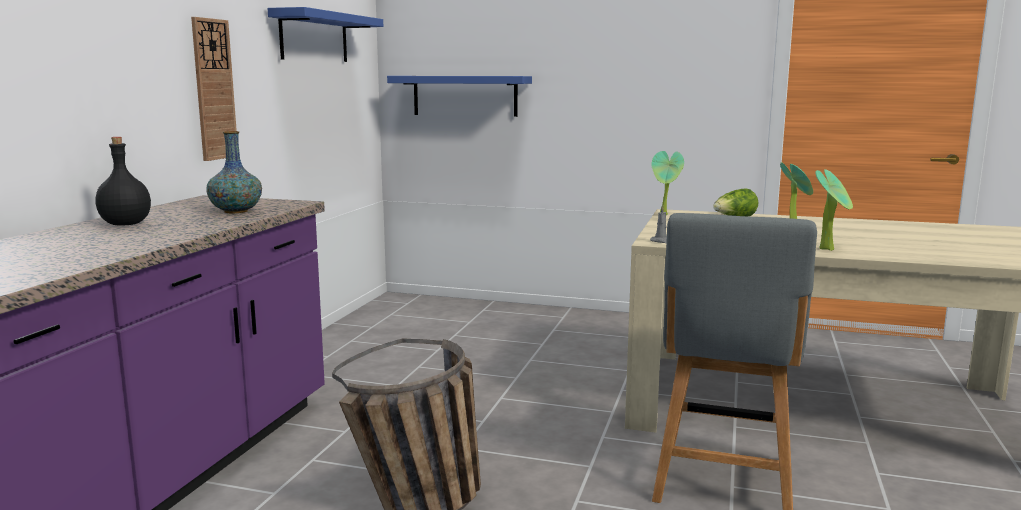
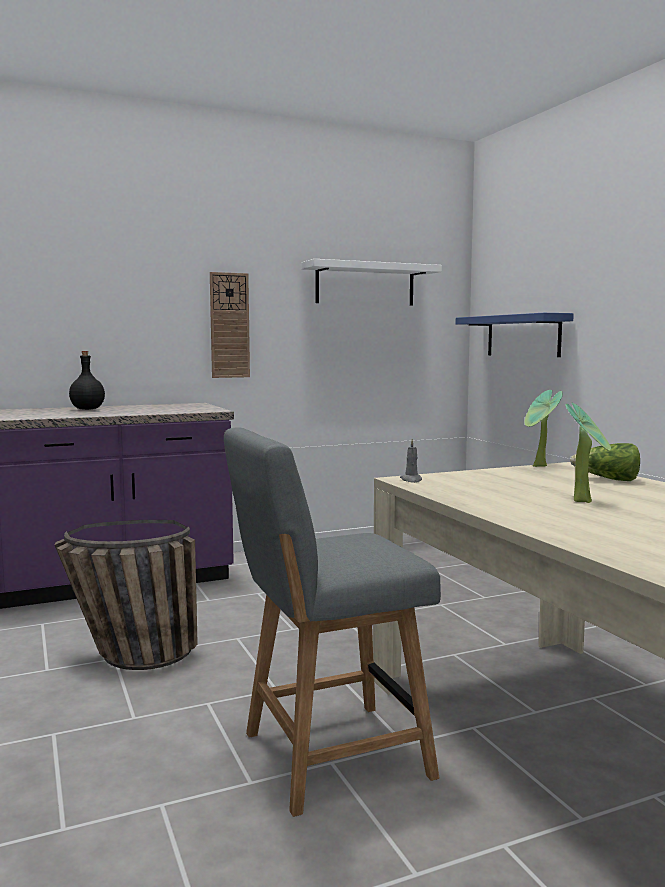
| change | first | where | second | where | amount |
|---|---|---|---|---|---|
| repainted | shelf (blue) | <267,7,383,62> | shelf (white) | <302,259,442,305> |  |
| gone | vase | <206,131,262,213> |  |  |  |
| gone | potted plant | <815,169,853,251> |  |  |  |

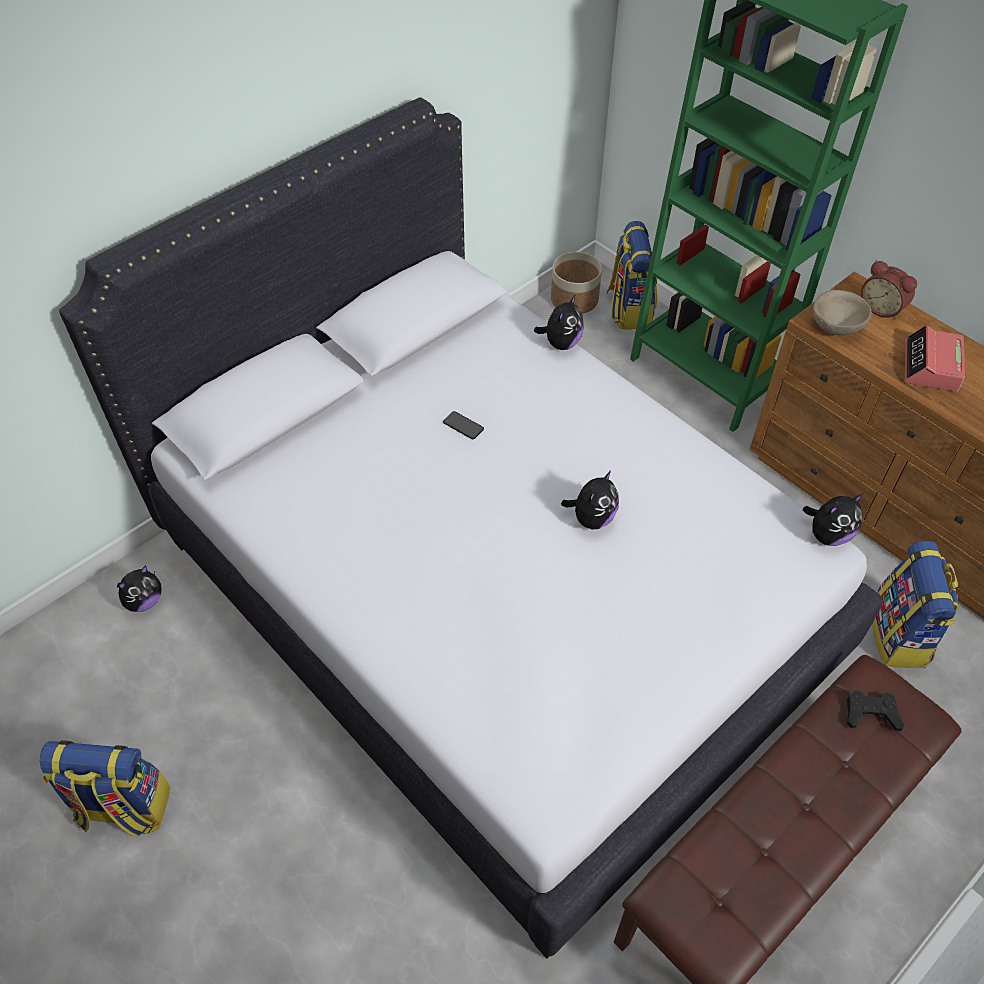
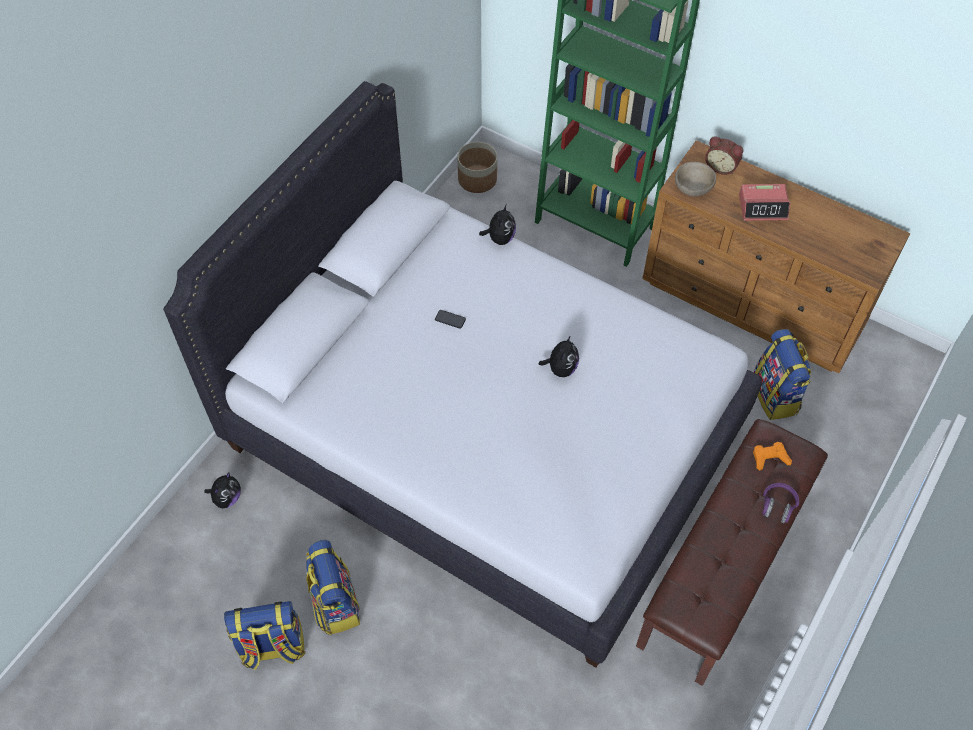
| change | first | where | second | where | amount |
|---|---|---|---|---|---|
| shifted | backpack | <606,221,657,329> |  | <306,540,360,635> |  |
| rotated | alarm clock | <905,325,965,392> |  | <739,184,790,221> | 90 degrees counterclockwise |
| gone | plush toy | <803,493,864,546> |  |  |  |
| repainted | game controller (black) | <847,690,904,732> | game controller (orange) | <753,442,792,471> |  |
| new |  |  | headphones (purple) | <763,483,799,523> |  |

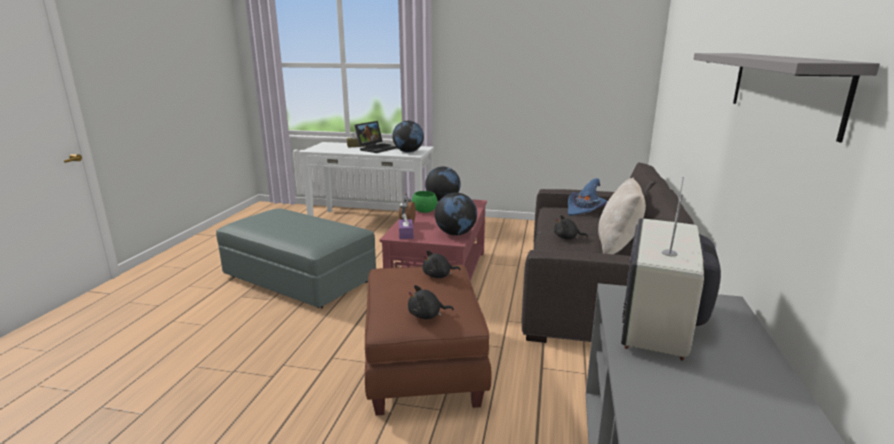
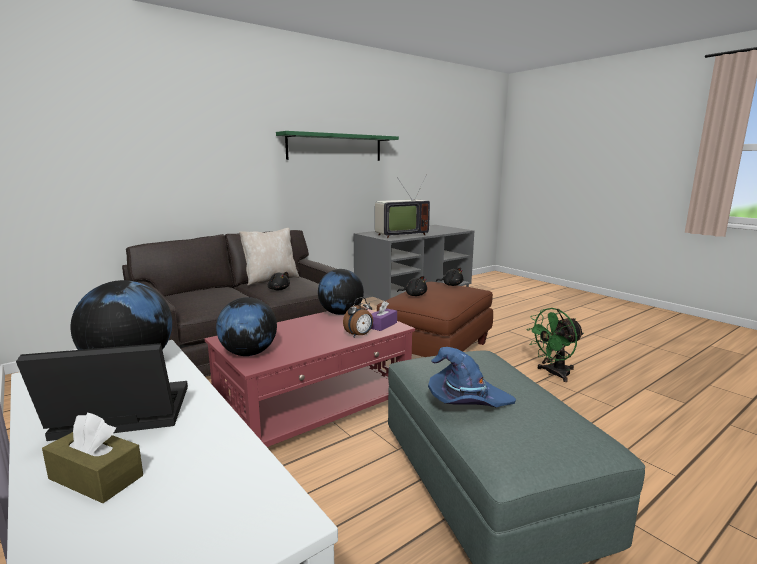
| change | first | where | second | where | amount |
|---|---|---|---|---|---|
| repainted | shelf (grey) | <693,53,880,142> | shelf (green) | <276,131,399,161> |  |
| shifted | hat (blue) | <568,178,608,216> |  | <428,347,516,408> |  |
| gone | bowl (green) | <412,191,438,213> |  |  |  |
| new |  |  | fan (green) | <526,308,584,382> |  |

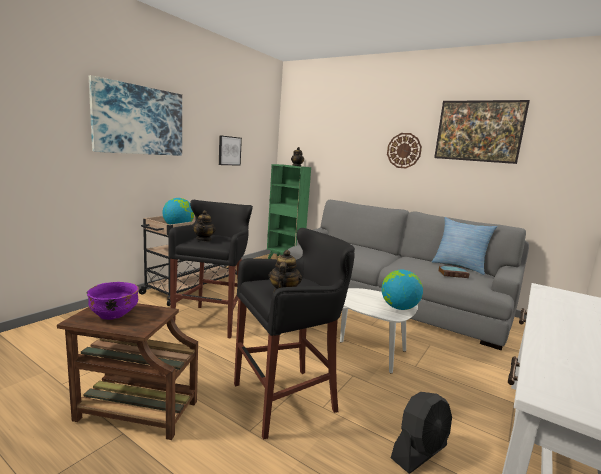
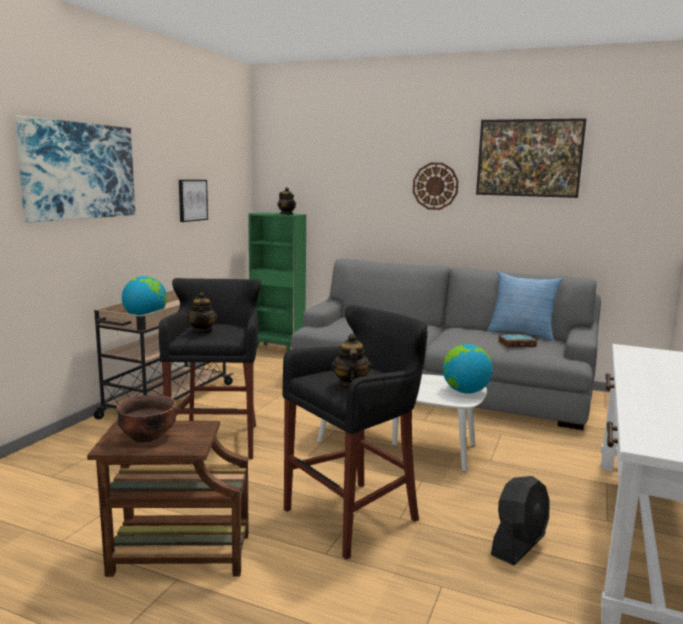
| change | first | where | second | where | amount |
|---|---|---|---|---|---|
| repainted | bowl (purple) | <87,282,139,320> | bowl (brown) | <116,395,176,442> |  |

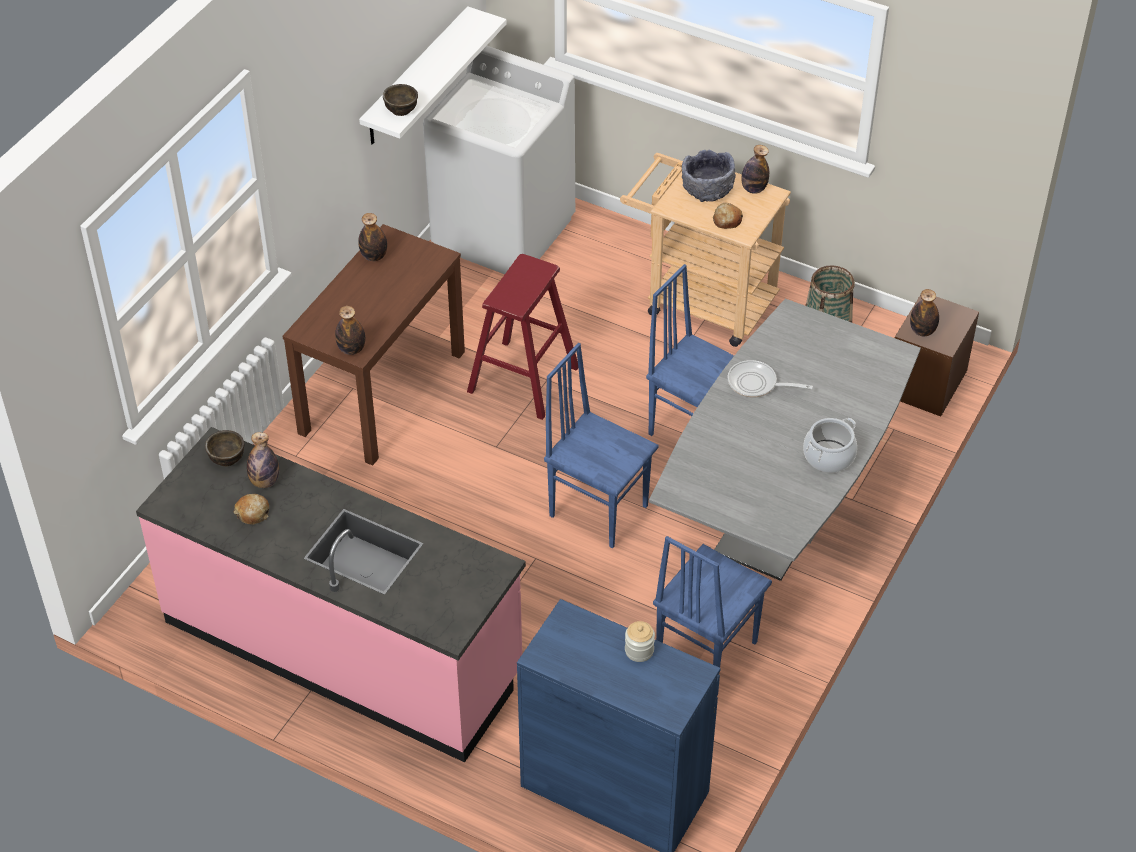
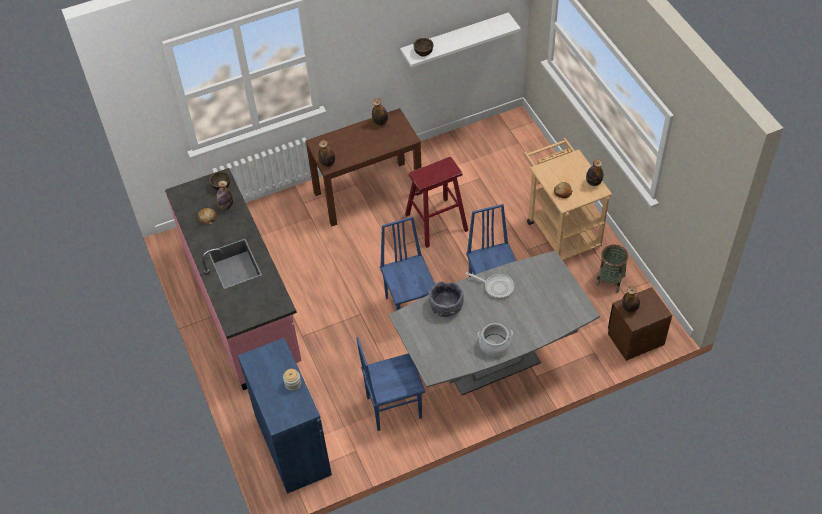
| change | first | where | second | where | amount |
|---|---|---|---|---|---|
| gone | washing machine (white) | <423,46,575,274> |  |  |  |
| shifted | bowl (grey) | <682,150,736,202> |  | <429,281,464,317> |  |
| rotated | frying pan | <728,360,813,397> |  | <465,272,514,298> | 150 degrees clockwise |

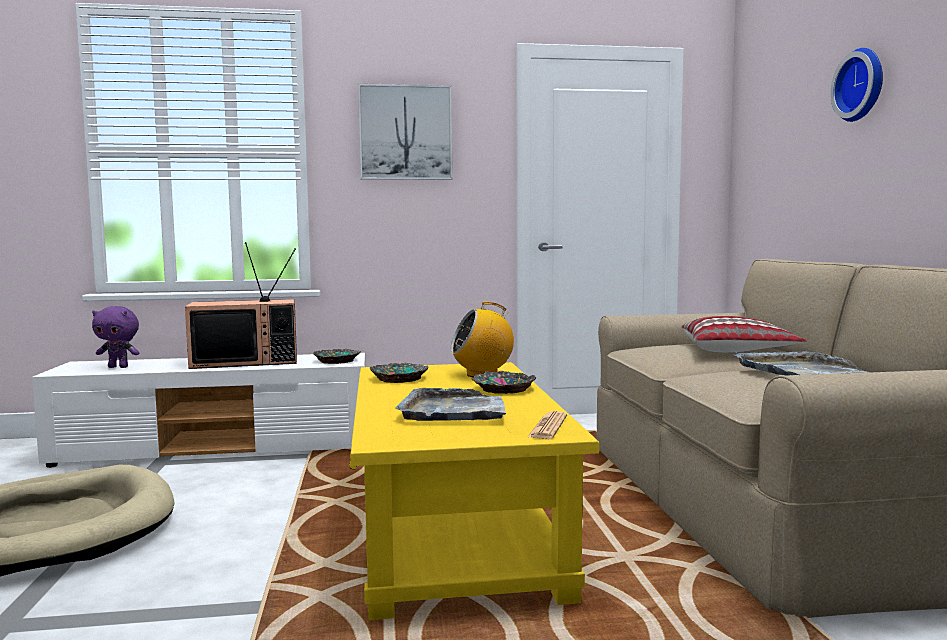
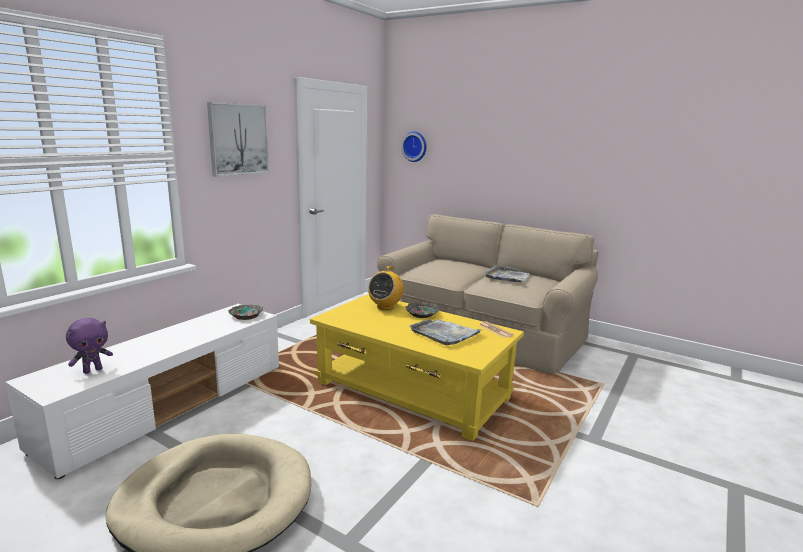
| change | first | where | second | where | amount |
|---|---|---|---|---|---|
| shifted | wall clock | <830,48,883,122> |  | <401,131,427,162> |  |
| gone | television | <185,242,297,369> |  |  |  |
| gone | pillow | <681,316,807,352> |  |  |  |
| gone | bowl | <370,363,428,383> |  |  |  |

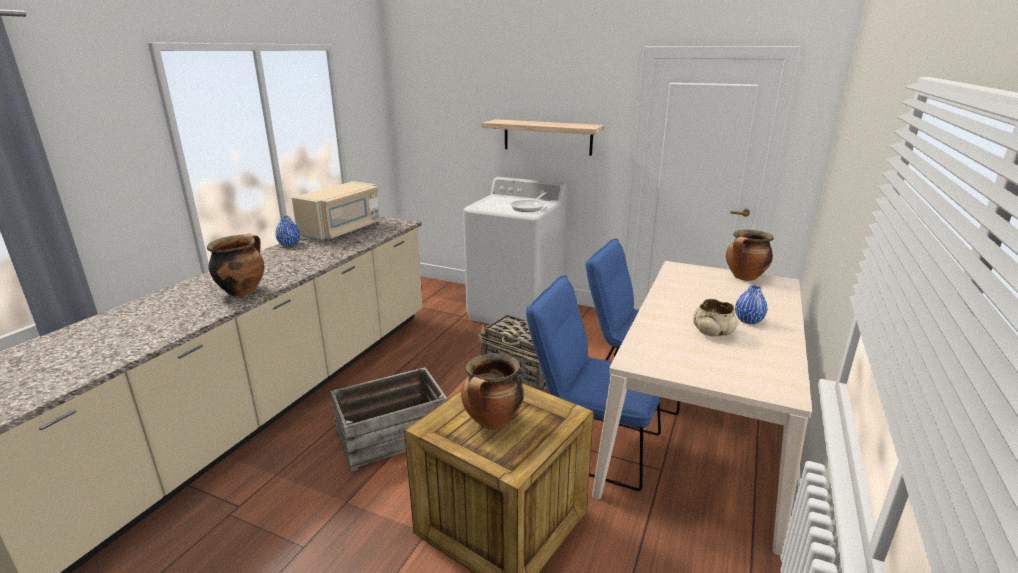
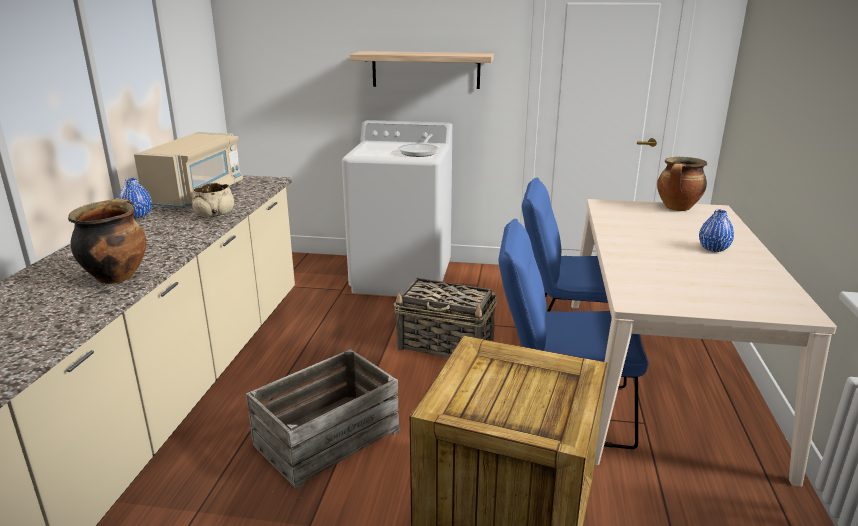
| change | first | where | second | where | amount |
|---|---|---|---|---|---|
| shifted | bowl (beige) | <693,299,738,337> |  | <192,183,234,218> |  |
| gone | cooking pot | <461,353,524,430> |  |  |  |

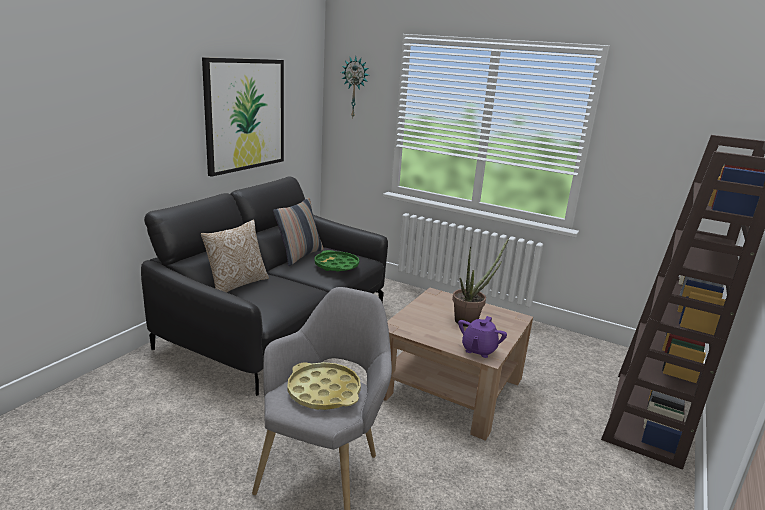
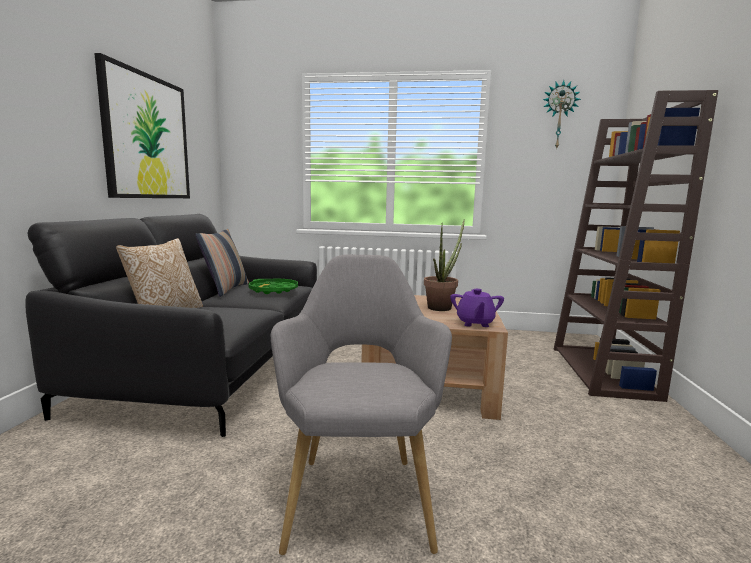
| change | first | where | second | where | amount |
|---|---|---|---|---|---|
| shifted | wall clock | <341,56,368,117> |  | <543,80,581,150> |  |
| gone | tray (yellow) | <287,362,361,410> |  |  |  |

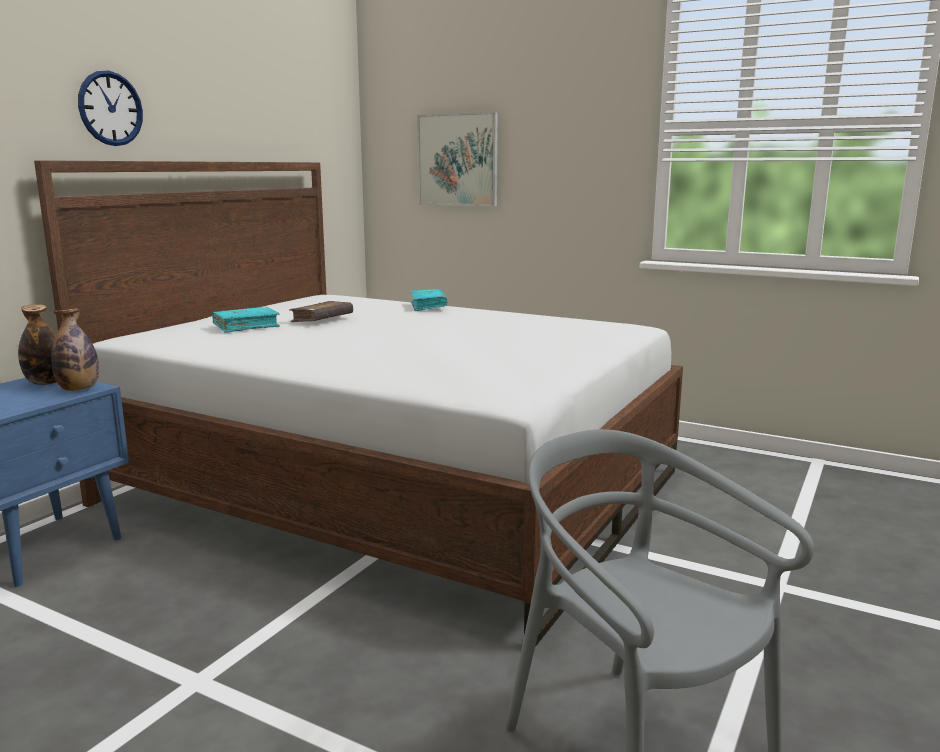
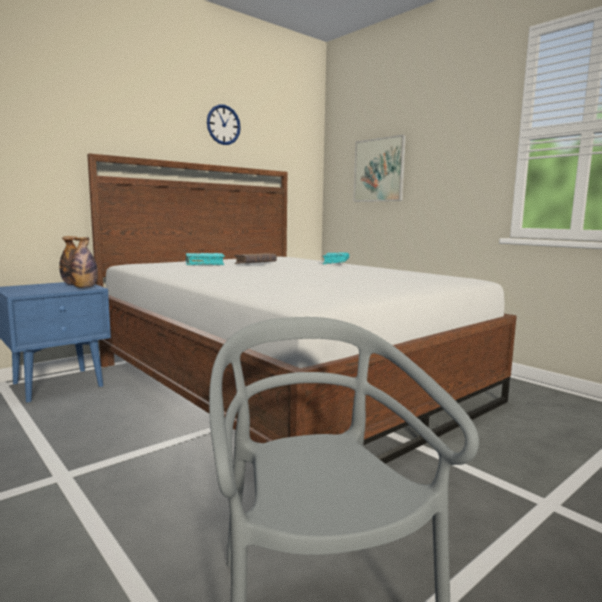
| change | first | where | second | where | amount |
|---|---|---|---|---|---|
| shifted | wall clock | <78,70,143,146> |  | <207,105,241,145> |  |

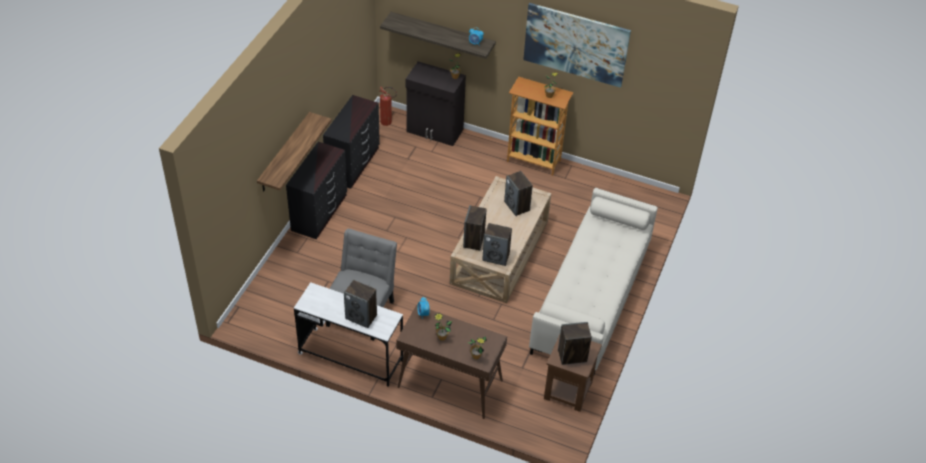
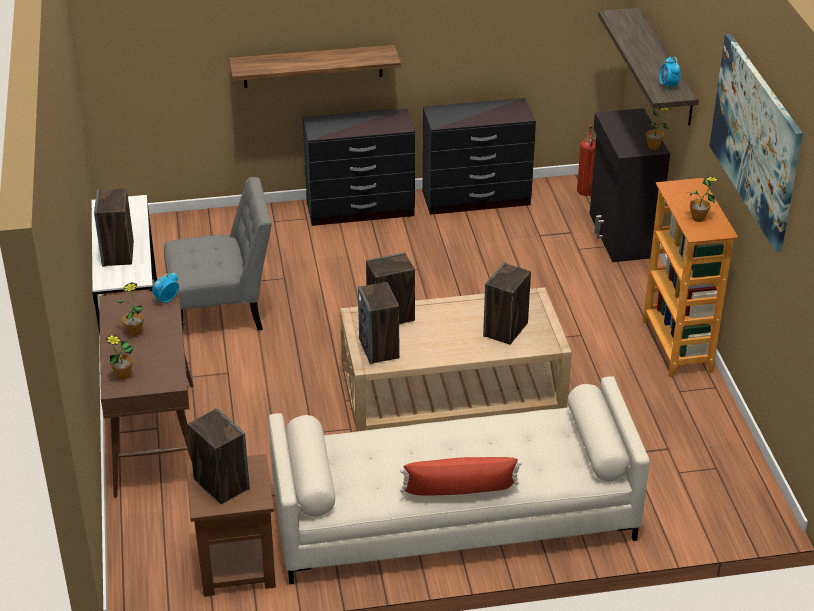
| change | first | where | second | where | amount |
|---|---|---|---|---|---|
| new |  |  | pillow (red) | <400,457,522,496> |  |

